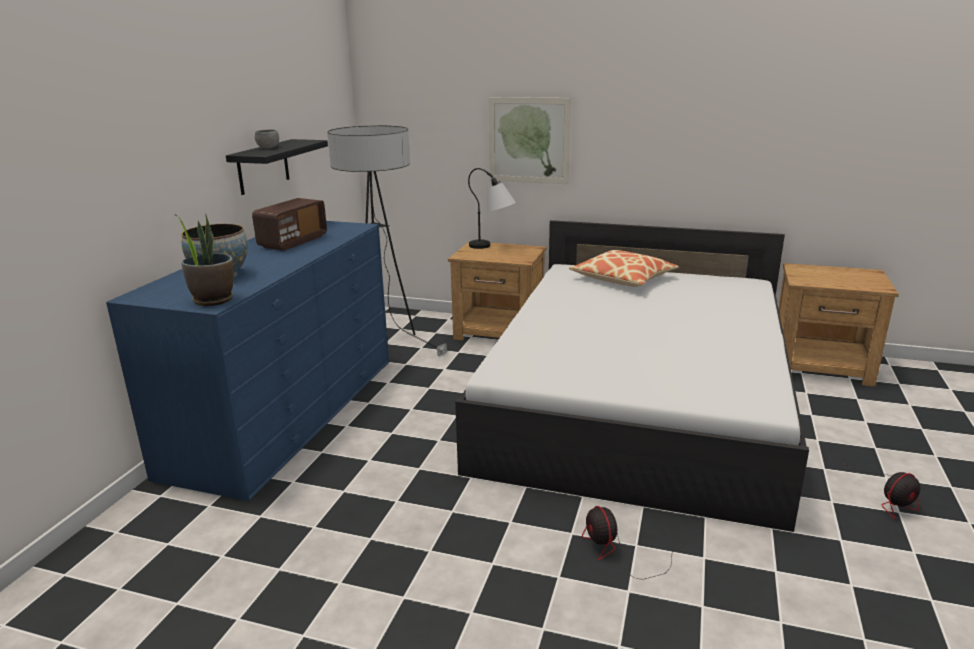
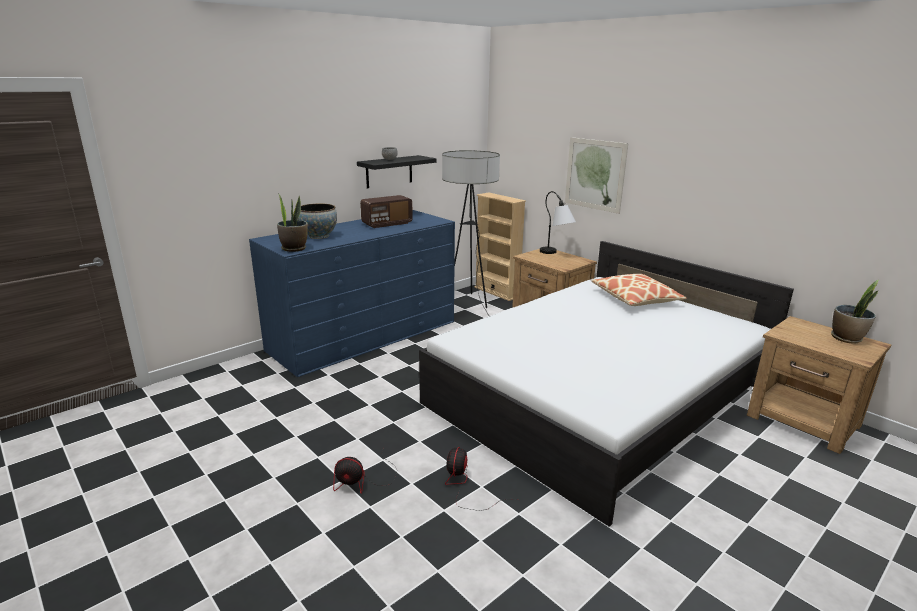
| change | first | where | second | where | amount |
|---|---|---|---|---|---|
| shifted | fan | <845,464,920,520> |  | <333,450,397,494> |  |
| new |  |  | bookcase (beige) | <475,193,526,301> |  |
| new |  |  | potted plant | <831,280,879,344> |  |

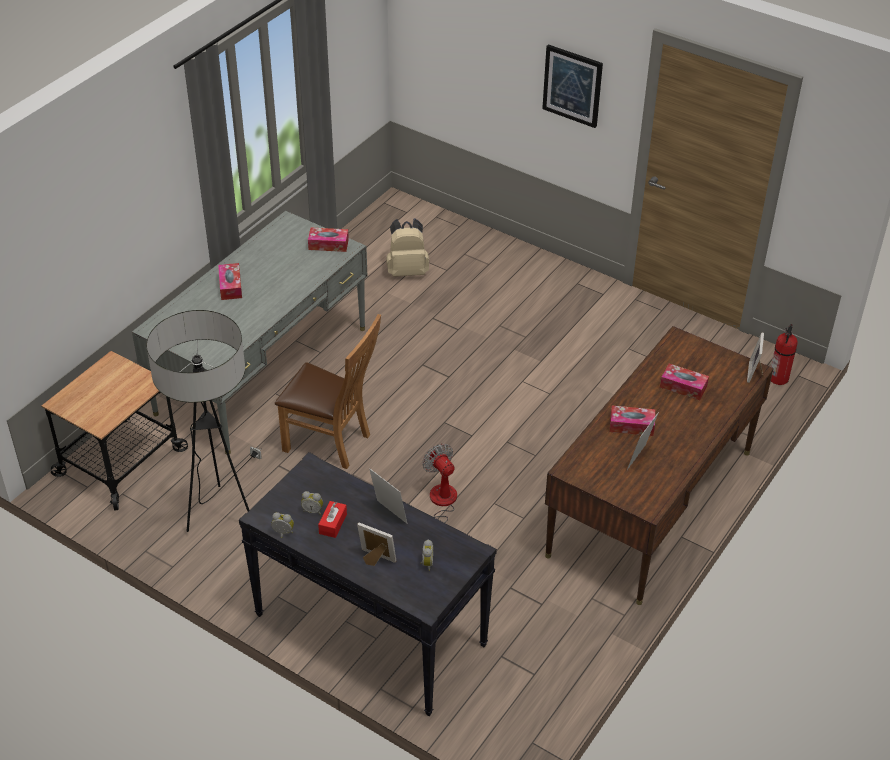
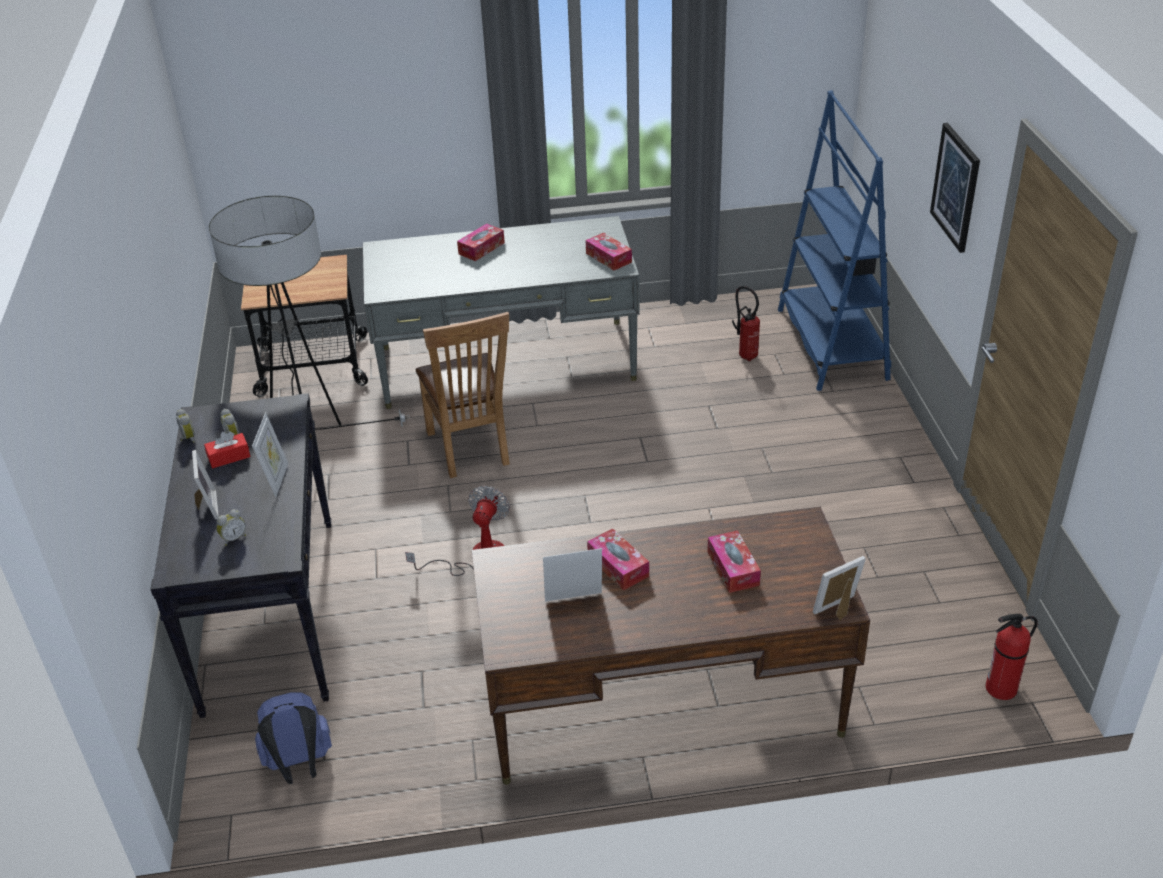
| change | first | where | second | where | amount |
|---|---|---|---|---|---|
| swapped | backpack (beige) | <387,218,429,277> | fire extinguisher | <732,286,760,361> |  |
| new |  |  | bookcase (blue) | <778,90,891,391> |  |
| new |  |  | backpack (blue) | <255,692,332,784> |  |

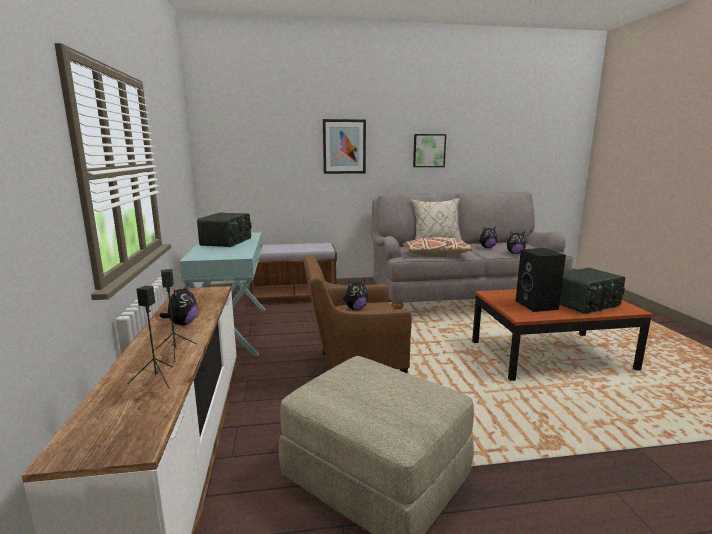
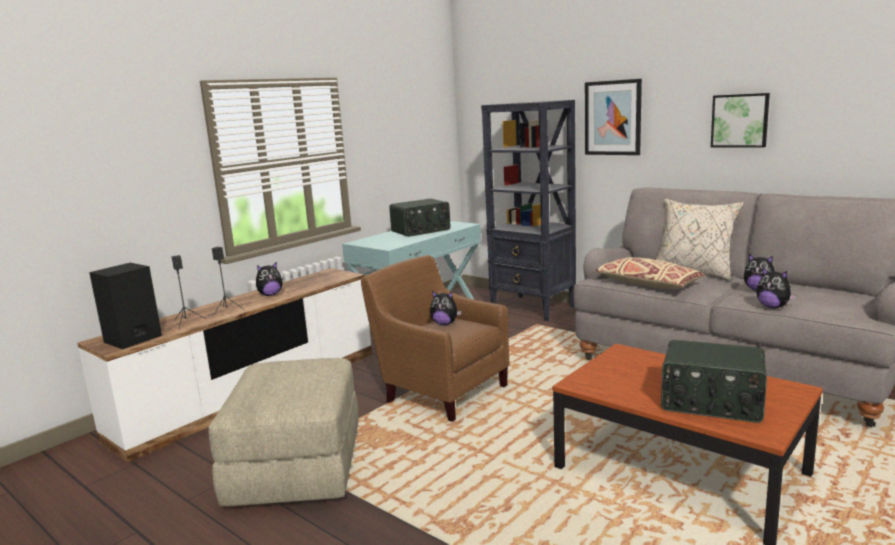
| change | first | where | second | where | amount |
|---|---|---|---|---|---|
| swapped | bench (brown) | <250,243,337,304> | bookcase (black) | <481,100,576,321> |  |
| shifted | speaker (black) | <516,248,566,312> |  | <89,263,162,349> |  |

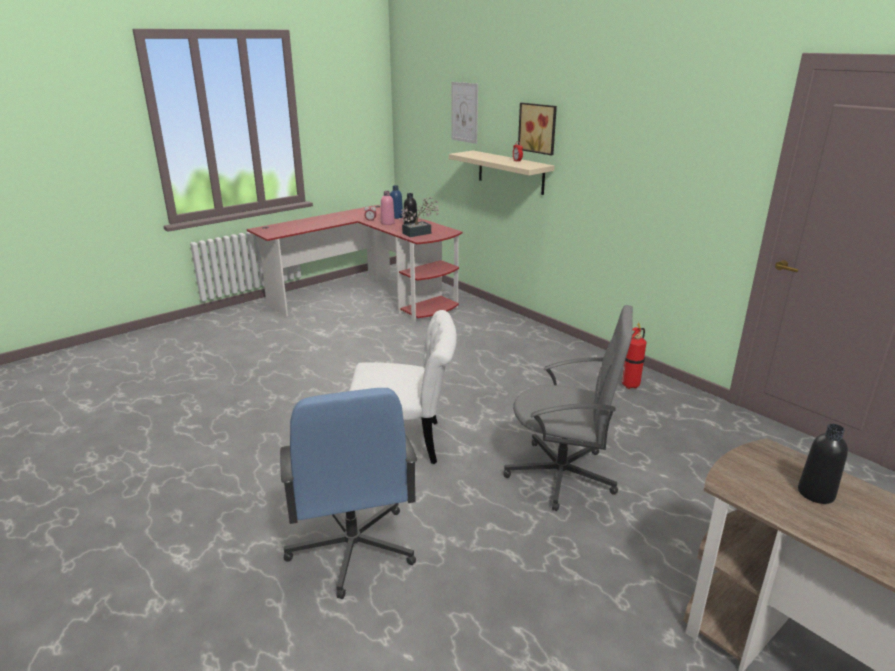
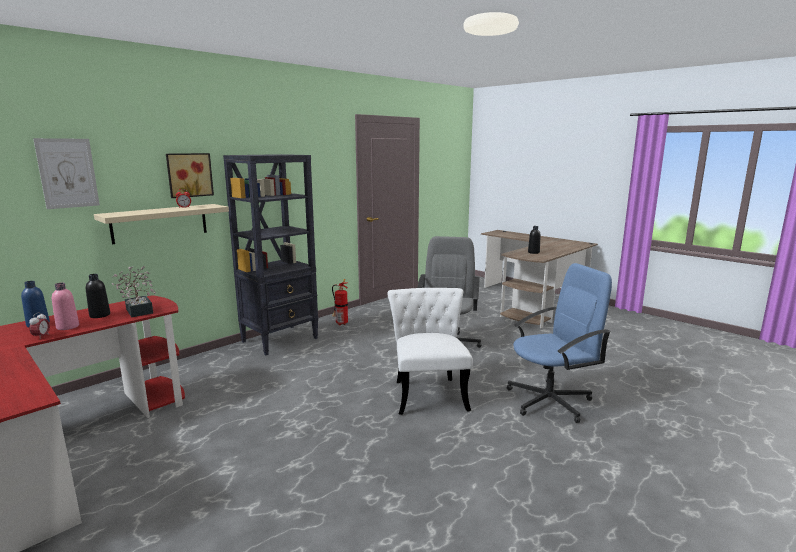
| change | first | where | second | where | amount |
|---|---|---|---|---|---|
| new |  |  | bookcase (black) | <223,154,318,355> |  |

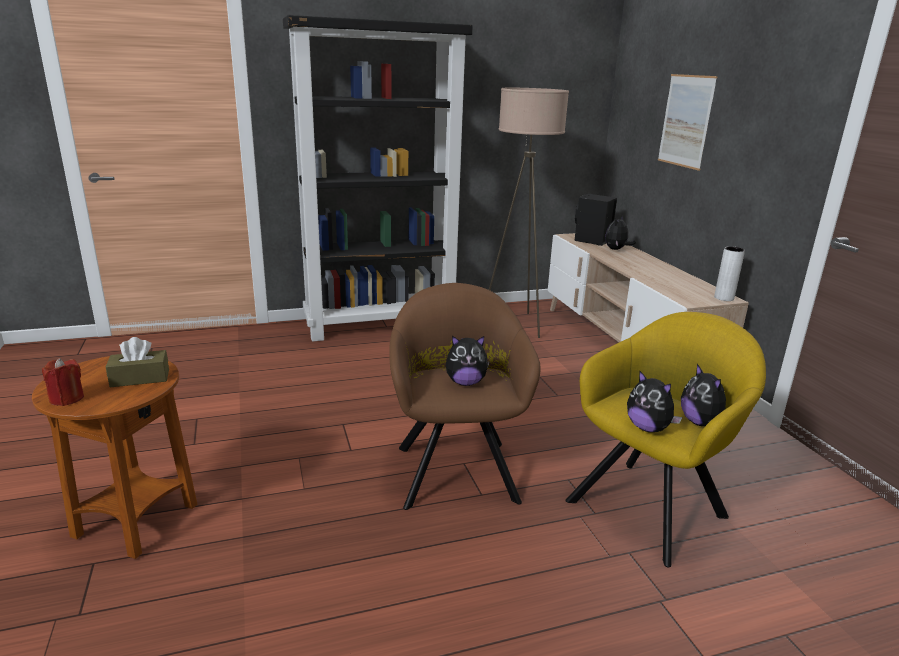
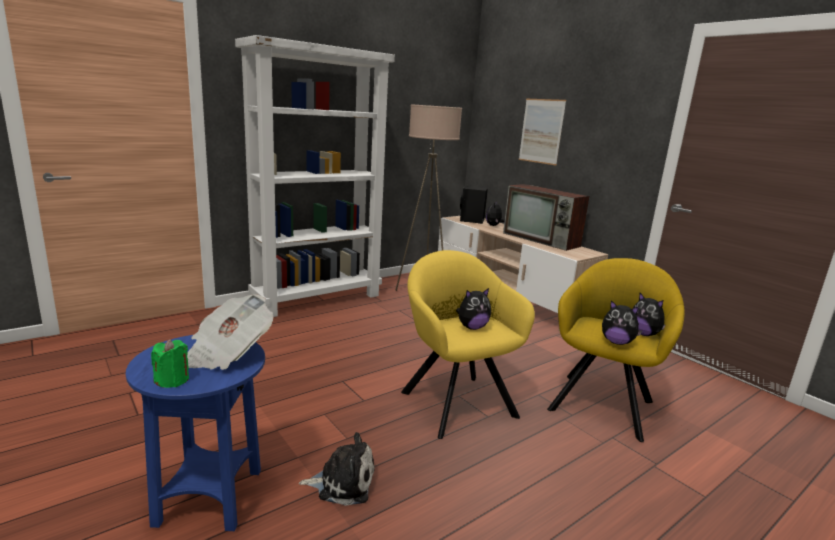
| change | first | where | second | where | amount |
|---|---|---|---|---|---|
| repainted | bookcase (black) | <283,15,473,342> | bookcase (white) | <235,35,395,317> |  |
| gone | vase (white) | <714,246,745,301> |  |  |  |
| repainted | armchair (brown) | <389,283,541,510> | armchair (yellow) | <401,250,535,439> |  |
| swapped | tissue box (brown) | <106,337,169,387> | newspaper | <187,294,273,370> |  |
| repainted | side table (brown) | <32,356,197,559> | side table (blue) | <126,335,265,531> |  |
| repainted | candle (red) | <42,358,84,406> | candle (green) | <151,339,189,388> |  |
| new |  |  | television | <503,184,589,251> |  |
| new |  |  | plush toy | <299,432,374,506> |  |

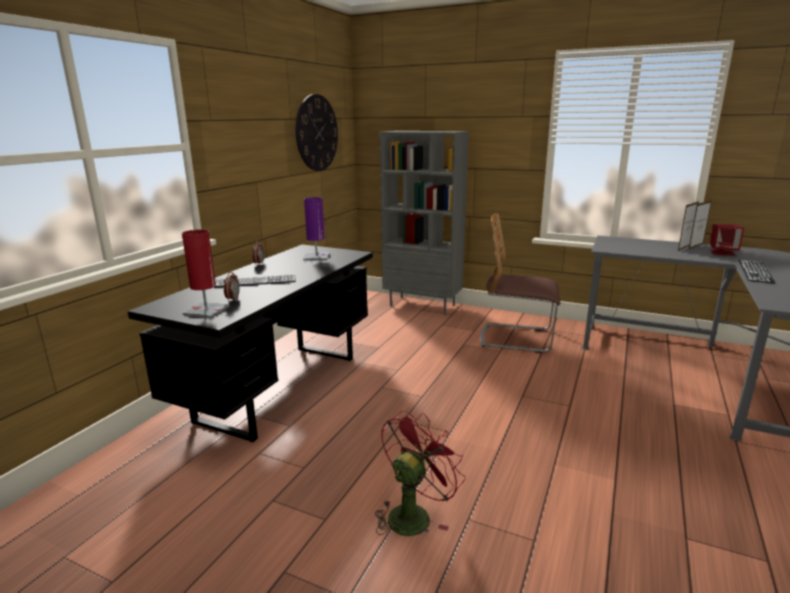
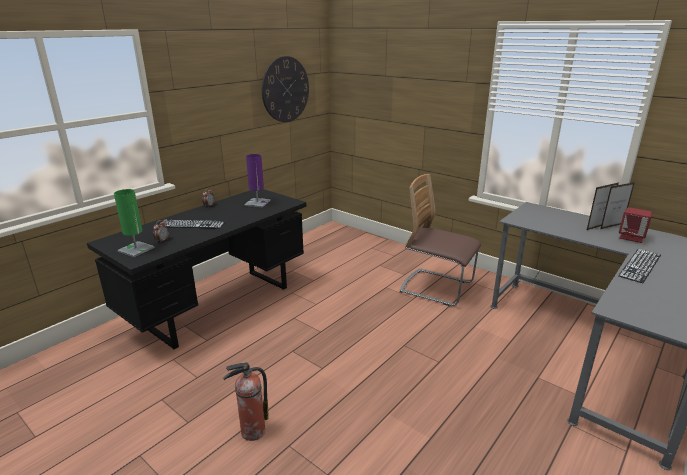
| change | first | where | second | where | amount |
|---|---|---|---|---|---|
| gone | bookcase (grey) | <380,131,469,315> |  |  |  |
| repainted | table lamp (red) | <182,229,229,318> | table lamp (green) | <114,189,154,257> |  |
| swapped | fan (red) | <375,411,466,536> | fire extinguisher | <223,362,269,441> |  |

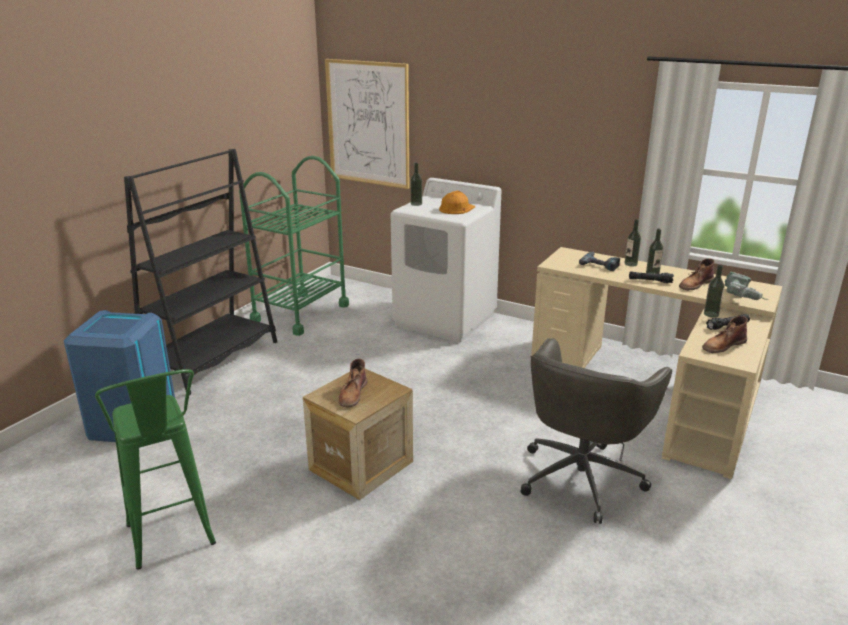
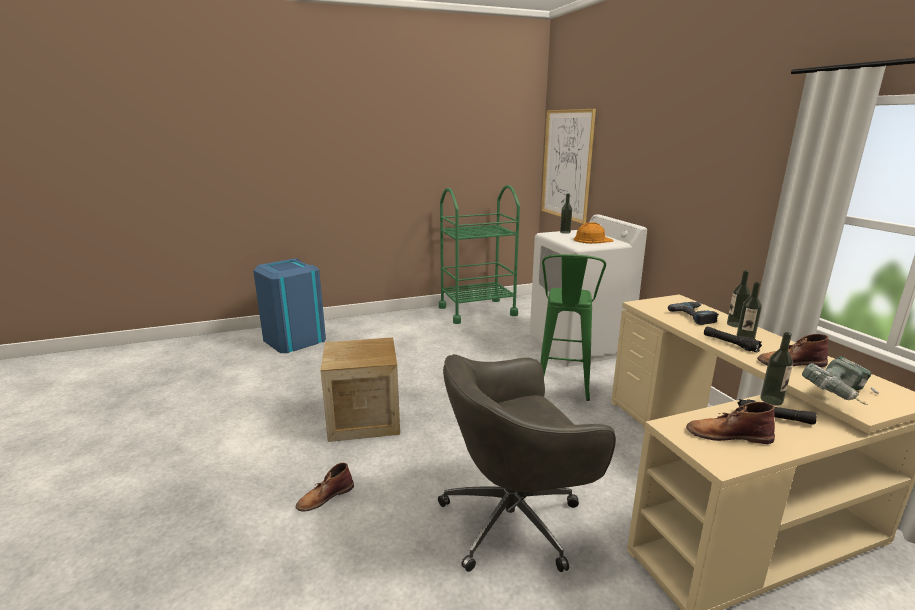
| change | first | where | second | where | amount |
|---|---|---|---|---|---|
| gone | bookcase (black) | <124,149,277,395> |  |  |  |
| shifted | boot (brown) | <339,359,367,407> |  | <296,463,354,512> |  |
| shifted | stool (green) | <95,369,216,570> |  | <540,254,606,401> |  |

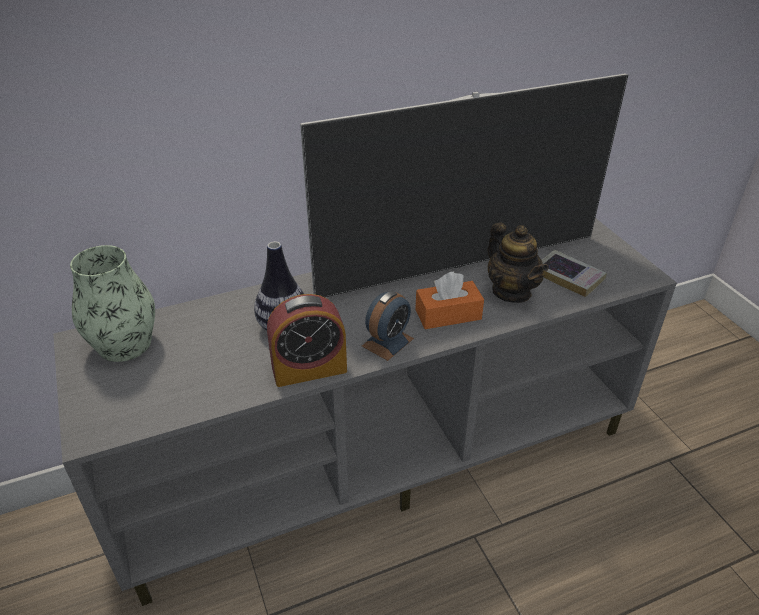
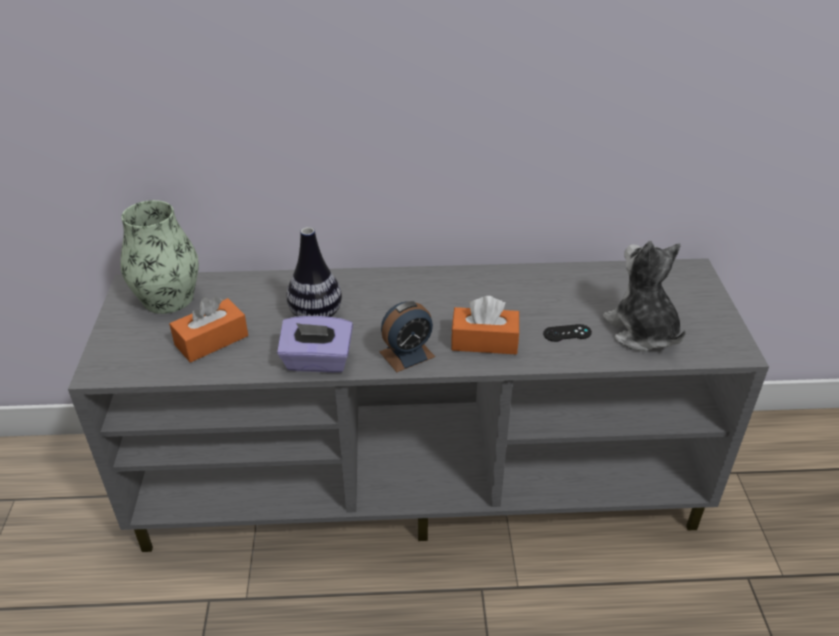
| change | first | where | second | where | amount |
|---|---|---|---|---|---|
| gone | television | <300,73,628,297> |  |  |  |
| swapped | teapot | <488,223,548,303> | game controller (black) | <543,324,592,342> |  |
| swapped | book | <542,250,607,297> | plush toy | <603,241,686,352> |  |
| swapped | alarm clock | <267,294,347,387> | tissue box (purple) | <277,316,353,373> |  |
| new |  |  | tissue box (orange) | <169,296,248,363> |  |

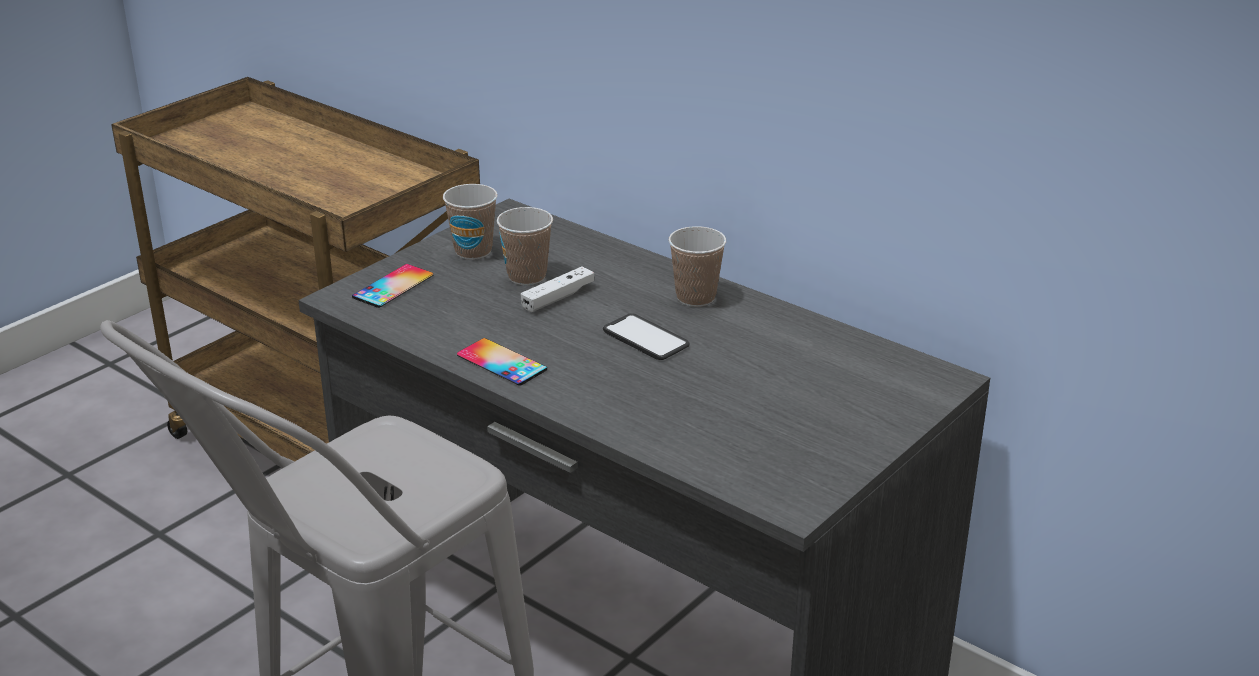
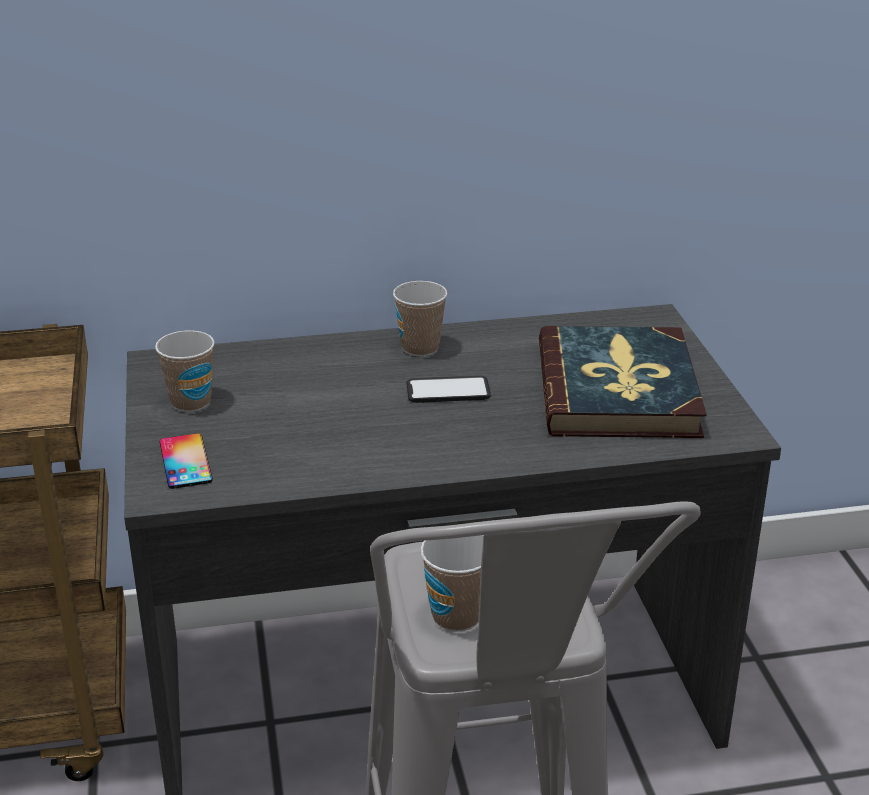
| change | first | where | second | where | amount |
|---|---|---|---|---|---|
| shifted | cup | <497,207,553,285> |  | <420,535,484,632> |  |
| gone | game controller (white) | <521,267,595,312> |  |  |  |
| gone | phone | <457,338,547,386> |  |  |  |
| new |  |  | book | <539,326,707,438> |  |

